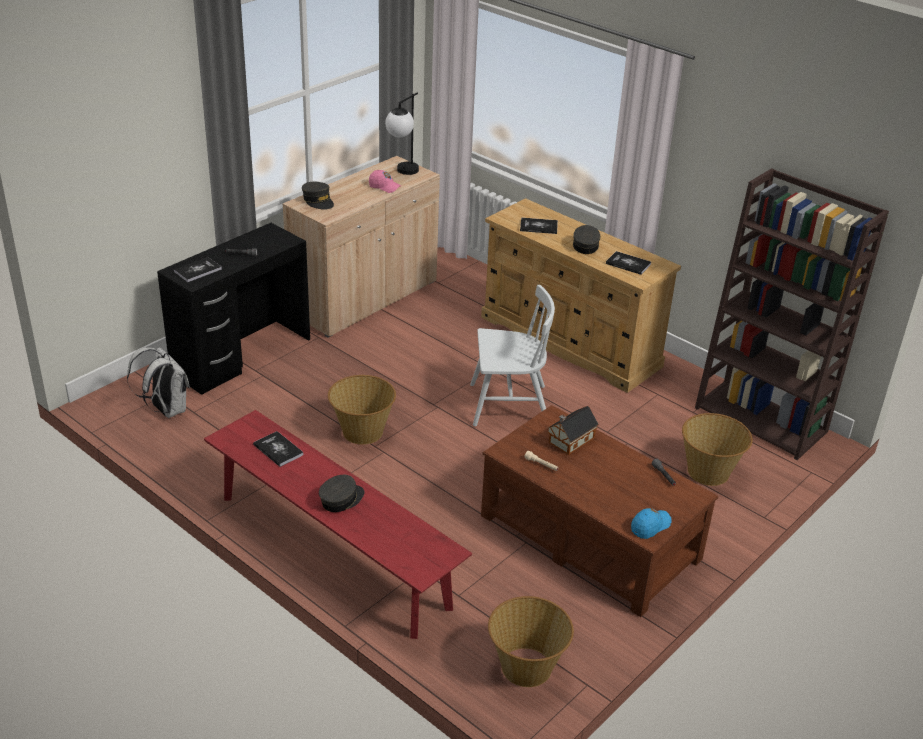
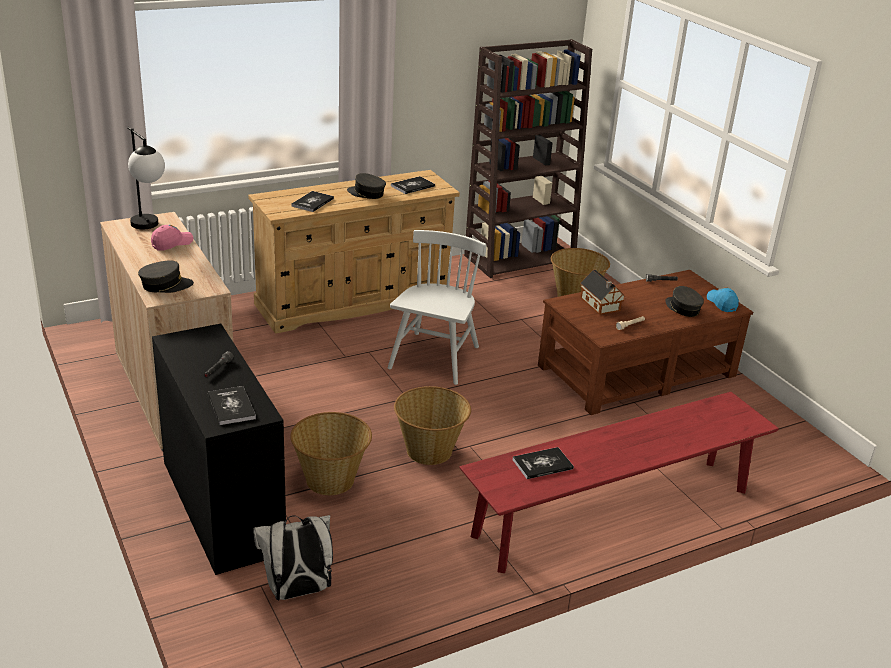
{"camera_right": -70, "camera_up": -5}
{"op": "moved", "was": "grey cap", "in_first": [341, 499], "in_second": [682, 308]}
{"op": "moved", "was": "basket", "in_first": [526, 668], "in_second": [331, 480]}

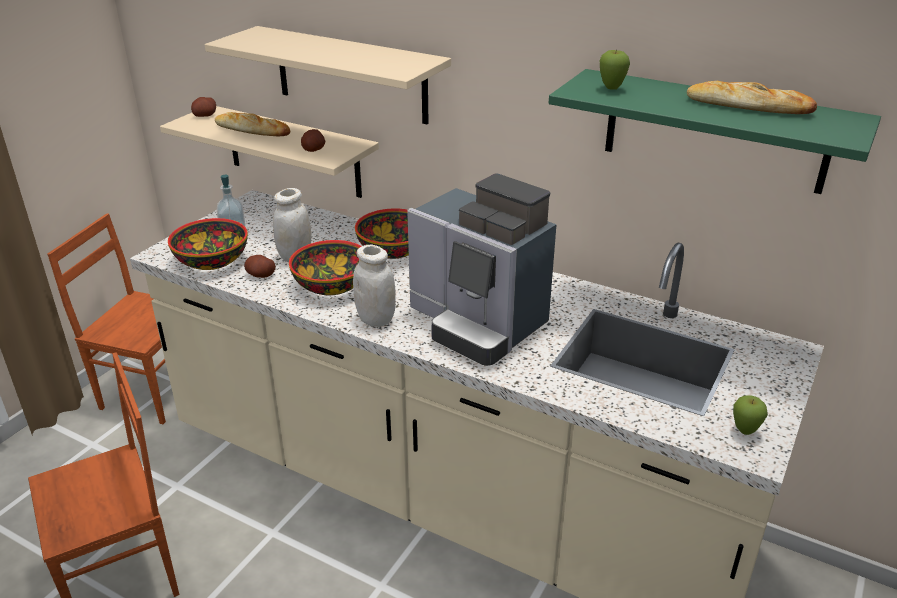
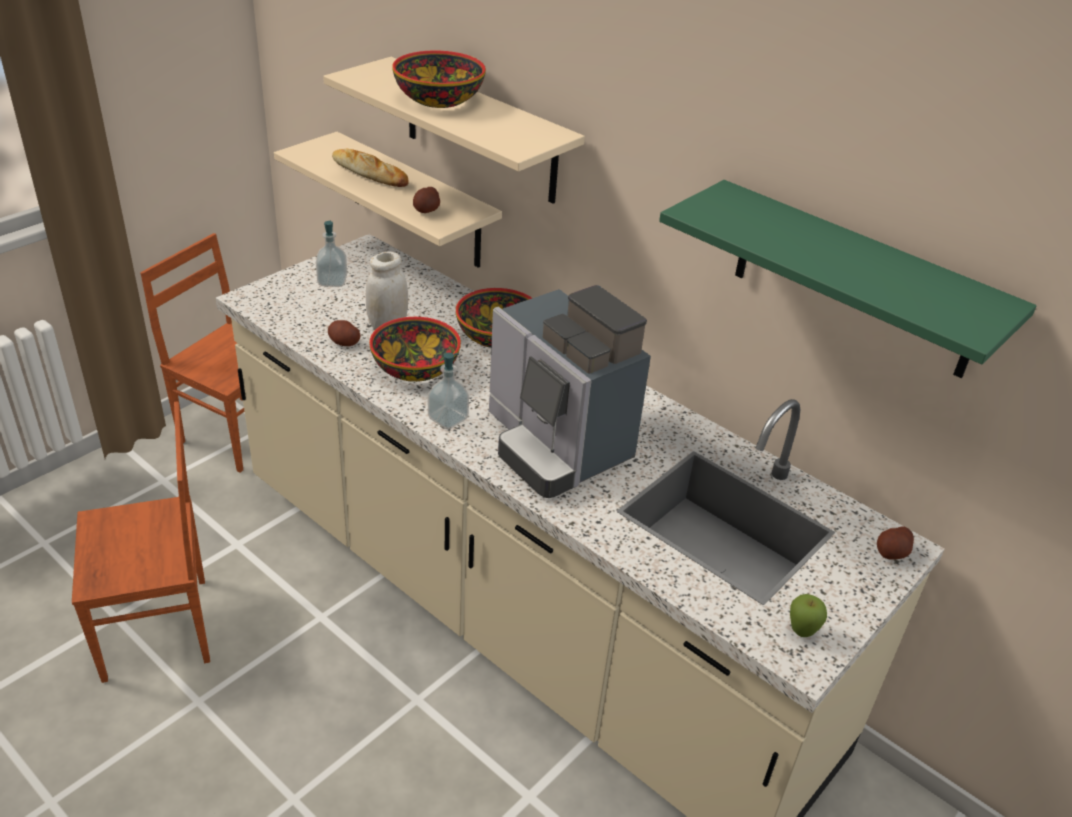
{"camera_right": 10, "camera_up": 5}
{"op": "removed", "was": "apple", "in_first": [611, 89]}
{"op": "removed", "was": "bread", "in_first": [748, 106]}
{"op": "moved", "was": "bowl", "in_first": [213, 261], "in_second": [440, 100]}
{"op": "moved", "was": "potato", "in_first": [205, 116], "in_second": [891, 553]}
{"op": "replaced", "was": "white jar", "now": "soap dispenser", "in_first": [376, 319], "in_second": [448, 419]}

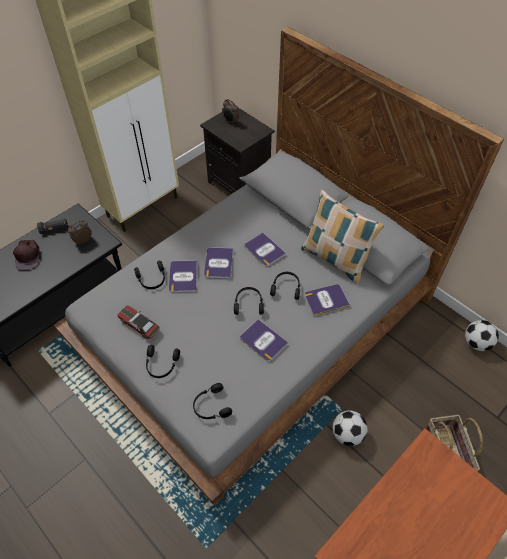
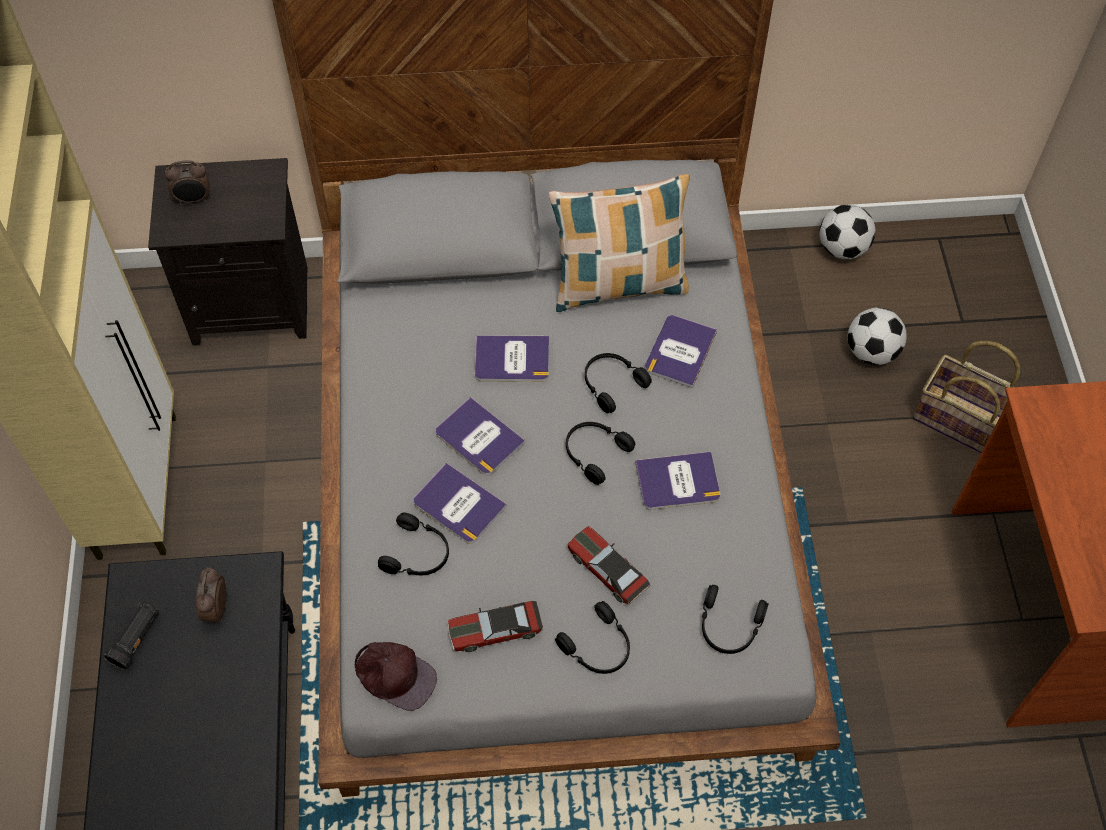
{"camera_right": -50, "camera_up": 5}
{"op": "added", "now": "toy car", "in_second": [607, 569]}
{"op": "moved", "was": "brown cap", "in_first": [28, 256], "in_second": [395, 675]}
{"op": "moved", "was": "football", "in_first": [347, 434], "in_second": [871, 352]}

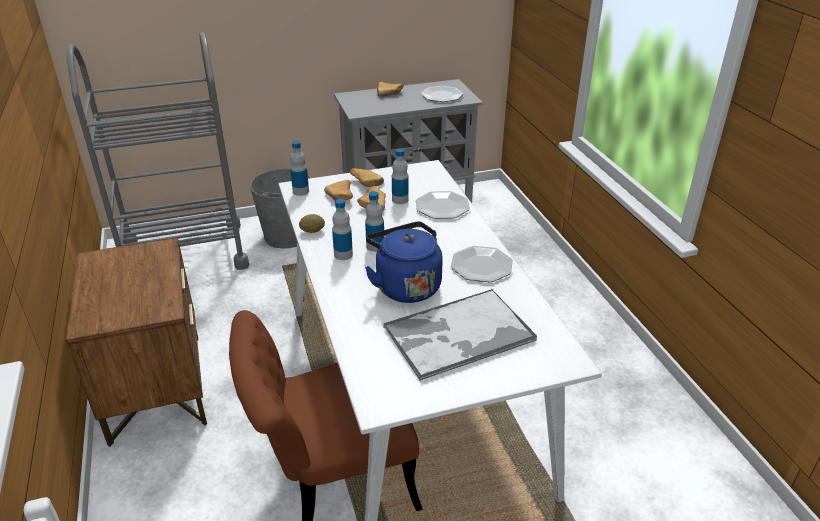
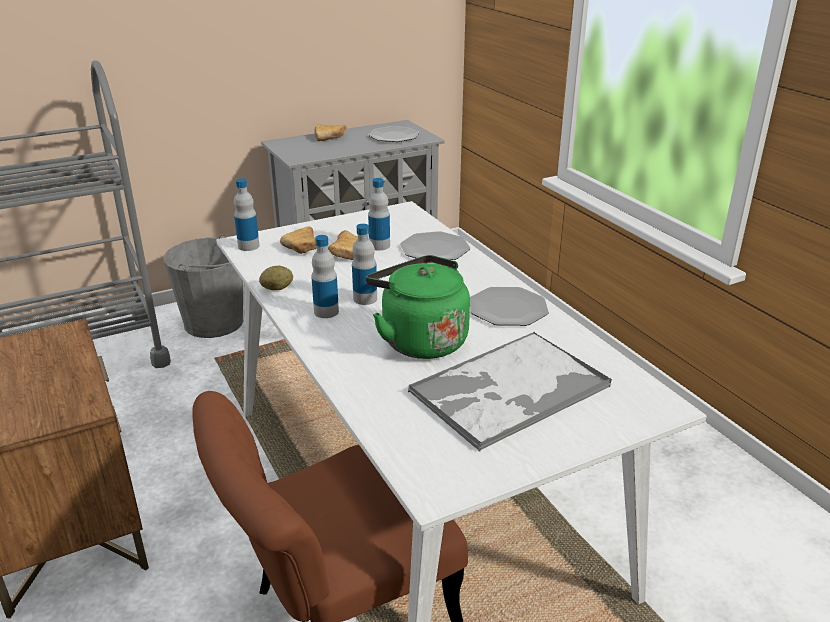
{"camera_right": -10, "camera_up": -5}
{"op": "removed", "was": "bread", "in_first": [364, 182]}
{"op": "recoloured", "was": "blue kettle", "now": "green kettle", "in_first": [405, 286], "in_second": [420, 340]}

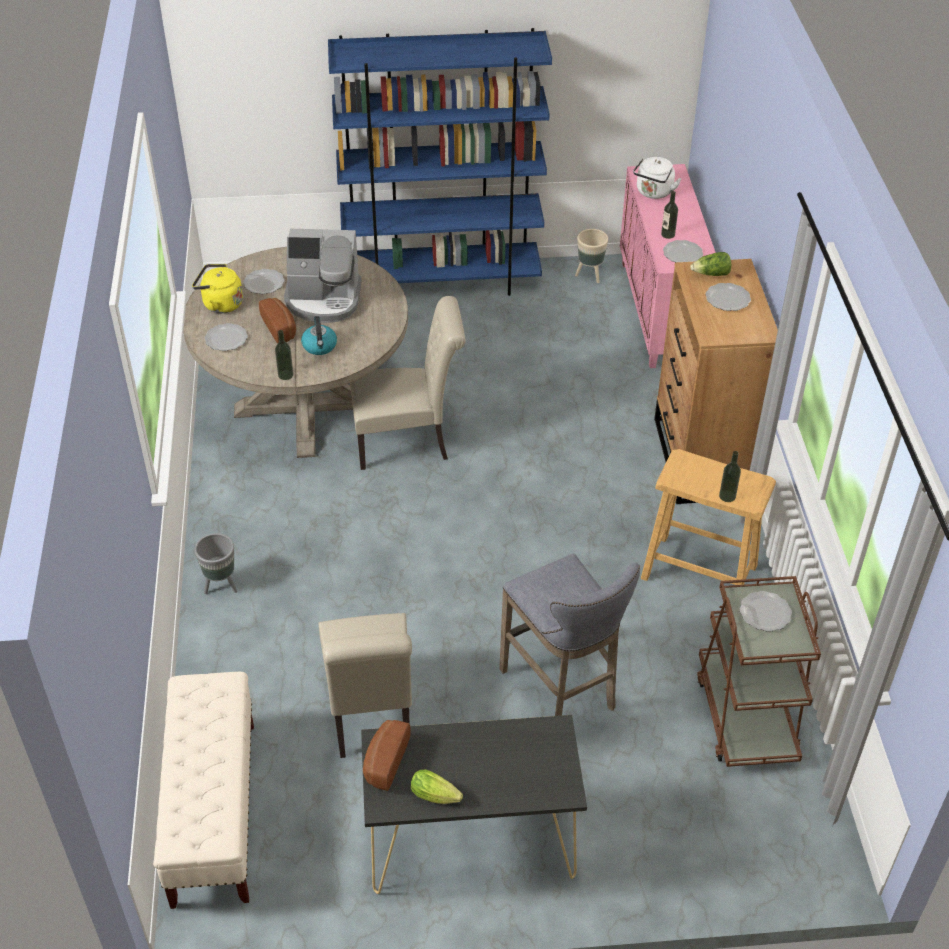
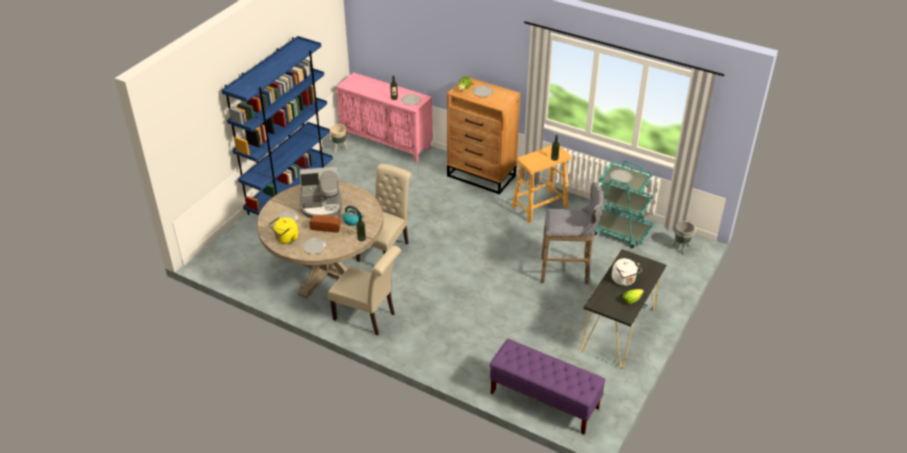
{"camera_right": -55, "camera_up": -5}
{"op": "removed", "was": "bread", "in_first": [384, 761]}
{"op": "moved", "was": "grey planter", "in_first": [221, 586], "in_second": [681, 248]}
{"op": "moved", "was": "beige chair", "in_first": [371, 717], "in_second": [368, 317]}
{"op": "moved", "was": "white kettle", "in_first": [653, 193], "in_second": [624, 280]}
{"op": "recoloured", "was": "beige bench", "now": "purple bench", "in_first": [214, 812], "in_second": [544, 401]}
{"op": "recoloured", "was": "brown cart", "now": "turquoise cart", "in_first": [746, 715], "in_second": [618, 231]}
{"op": "turned", "was": "coffee machine", "in_first": [323, 300], "in_second": [321, 206], "clockwise": 45}

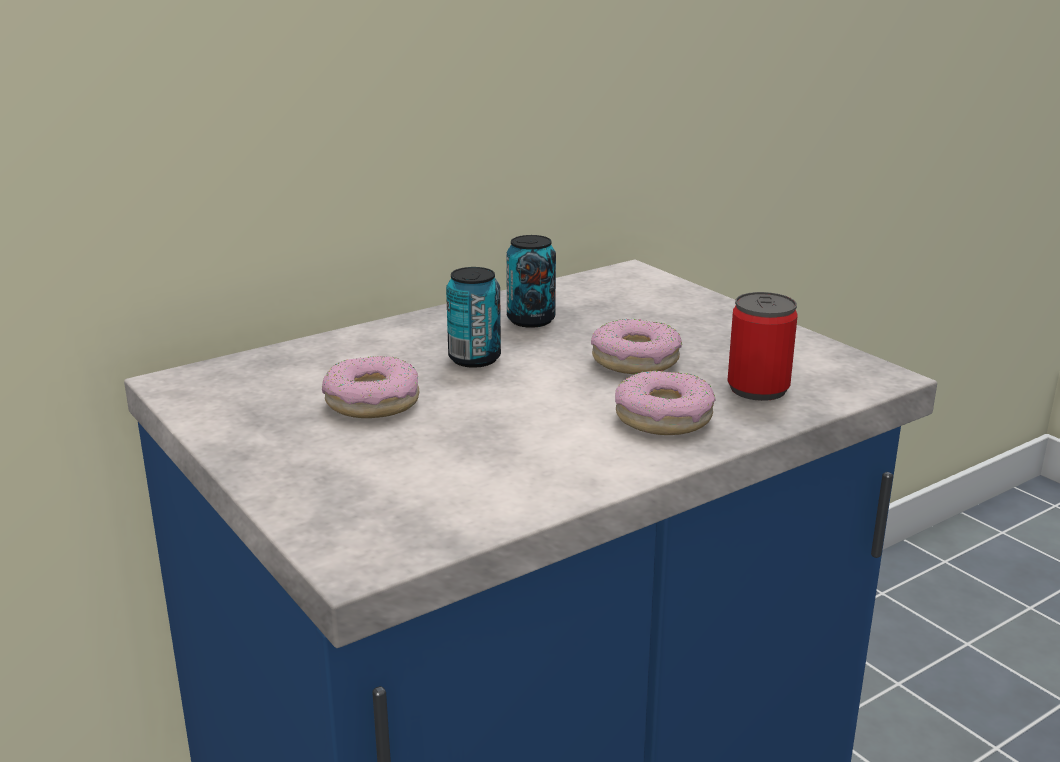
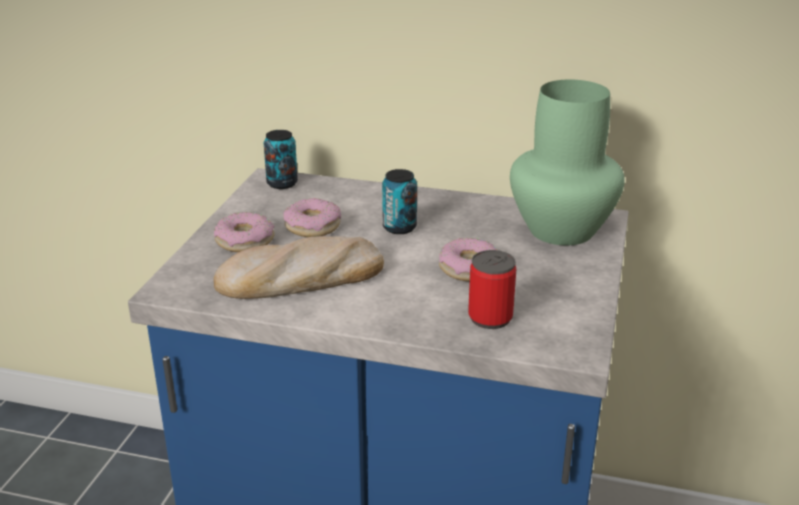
{"camera_right": 50, "camera_up": 5}
{"op": "added", "now": "bread", "in_second": [300, 278]}
{"op": "added", "now": "green vase", "in_second": [560, 229]}
{"op": "moved", "was": "can", "in_first": [531, 320], "in_second": [282, 183]}
{"op": "moved", "was": "donut", "in_first": [663, 417], "in_second": [245, 241]}

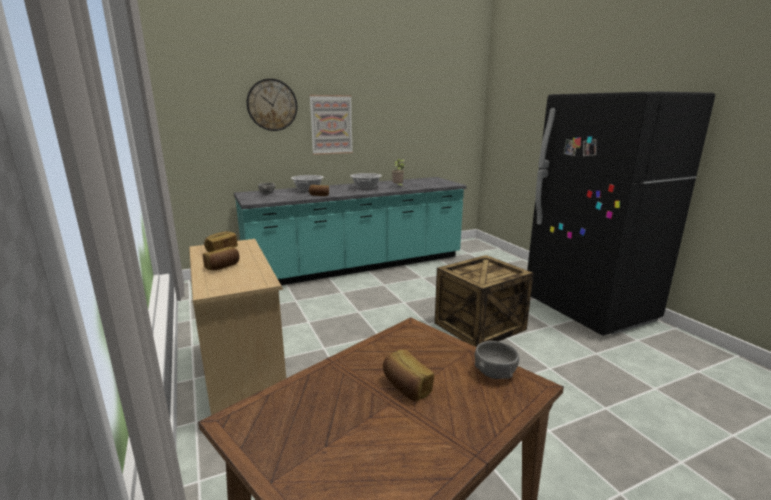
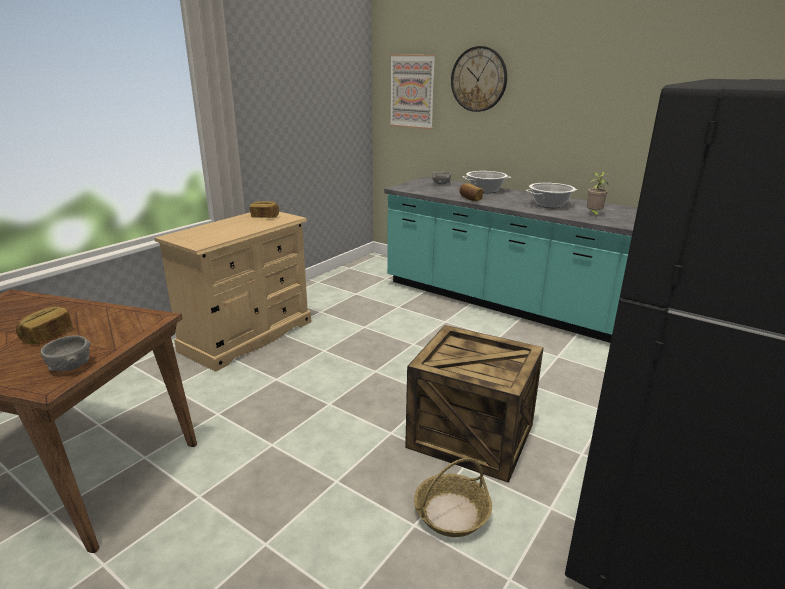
{"camera_right": 60, "camera_up": 5}
{"op": "removed", "was": "bread", "in_first": [223, 267]}
{"op": "added", "now": "basket", "in_second": [451, 513]}
{"op": "moved", "was": "picture", "in_first": [331, 125], "in_second": [412, 91]}

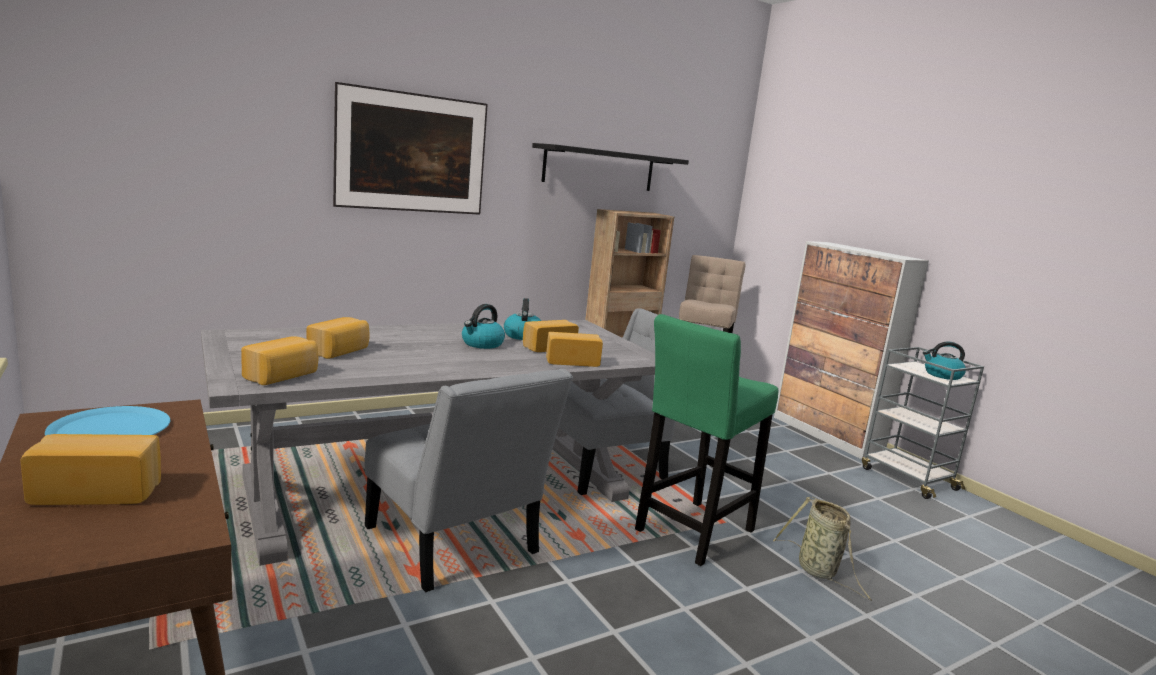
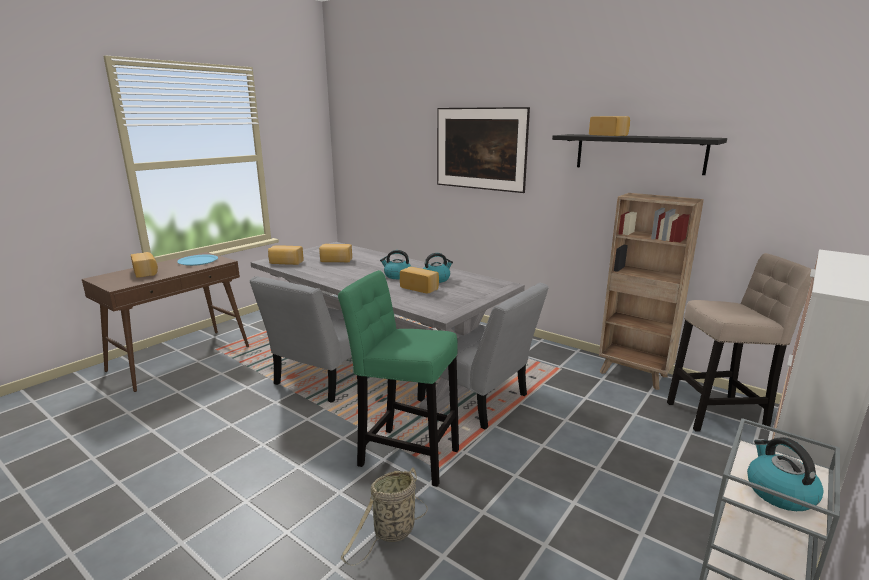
{"camera_right": 70, "camera_up": 5}
{"op": "moved", "was": "bread", "in_first": [572, 361], "in_second": [609, 135]}

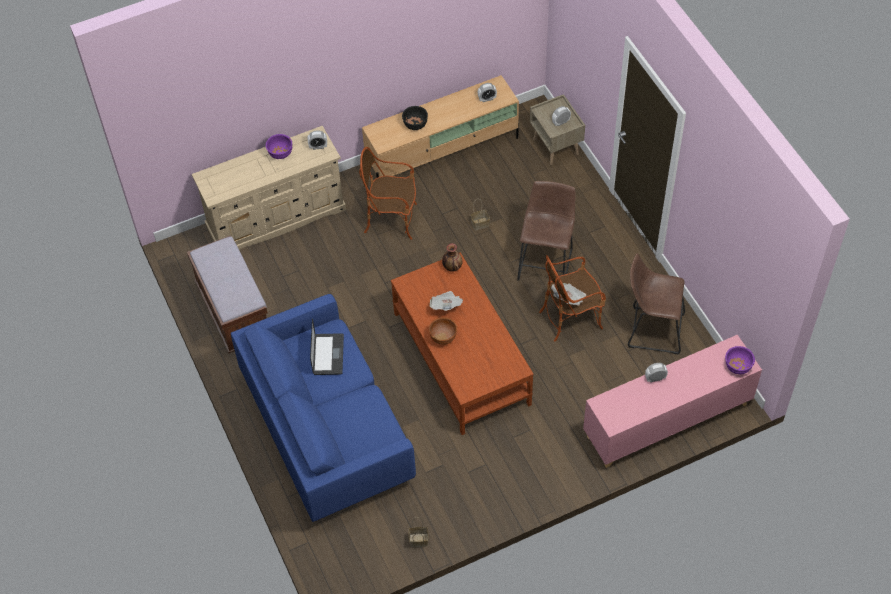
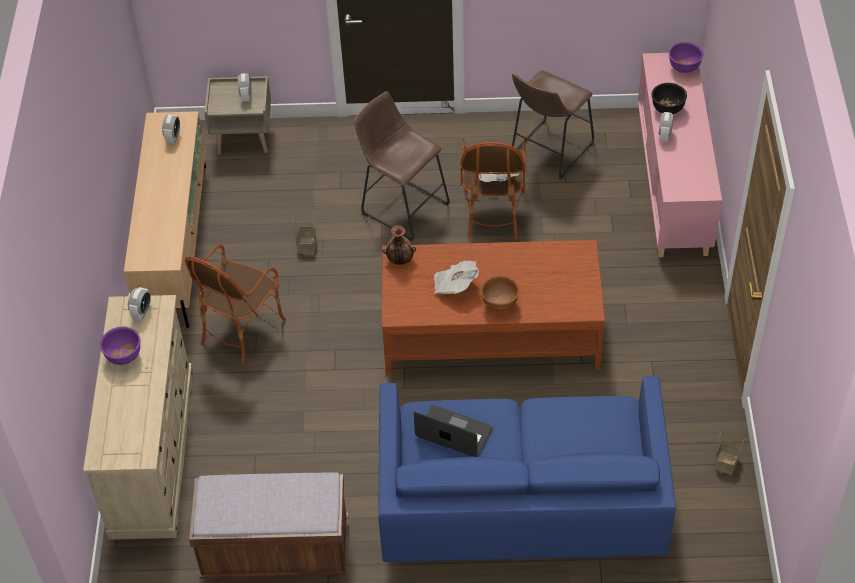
{"camera_right": -65, "camera_up": -5}
{"op": "moved", "was": "black bowl", "in_first": [415, 125], "in_second": [667, 109]}

